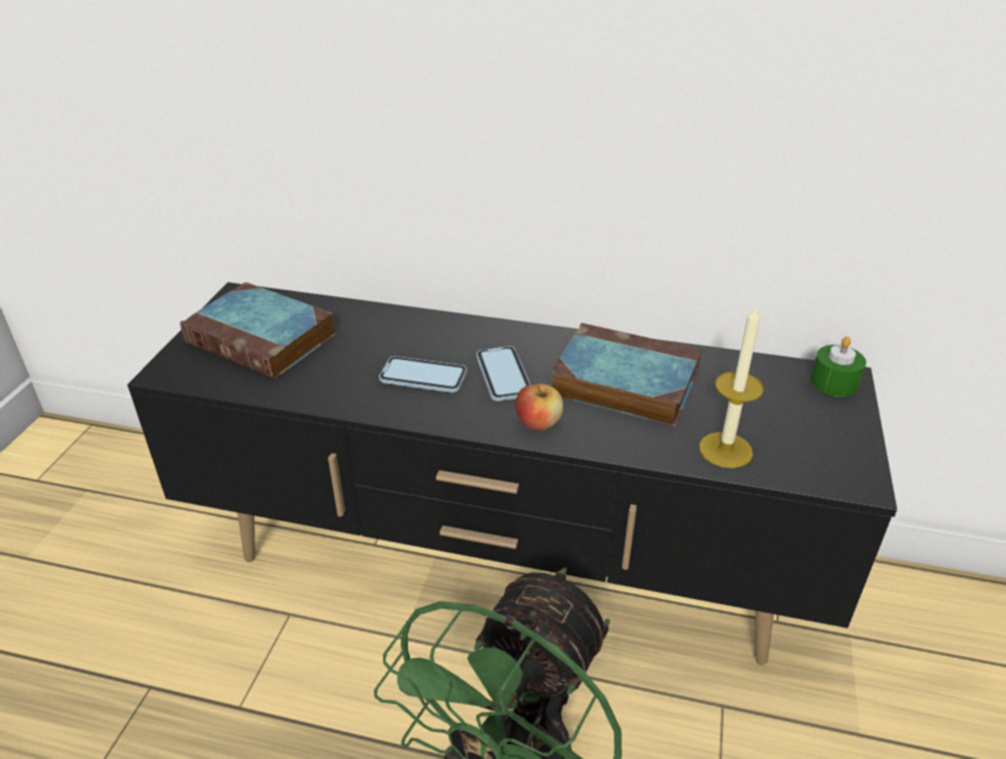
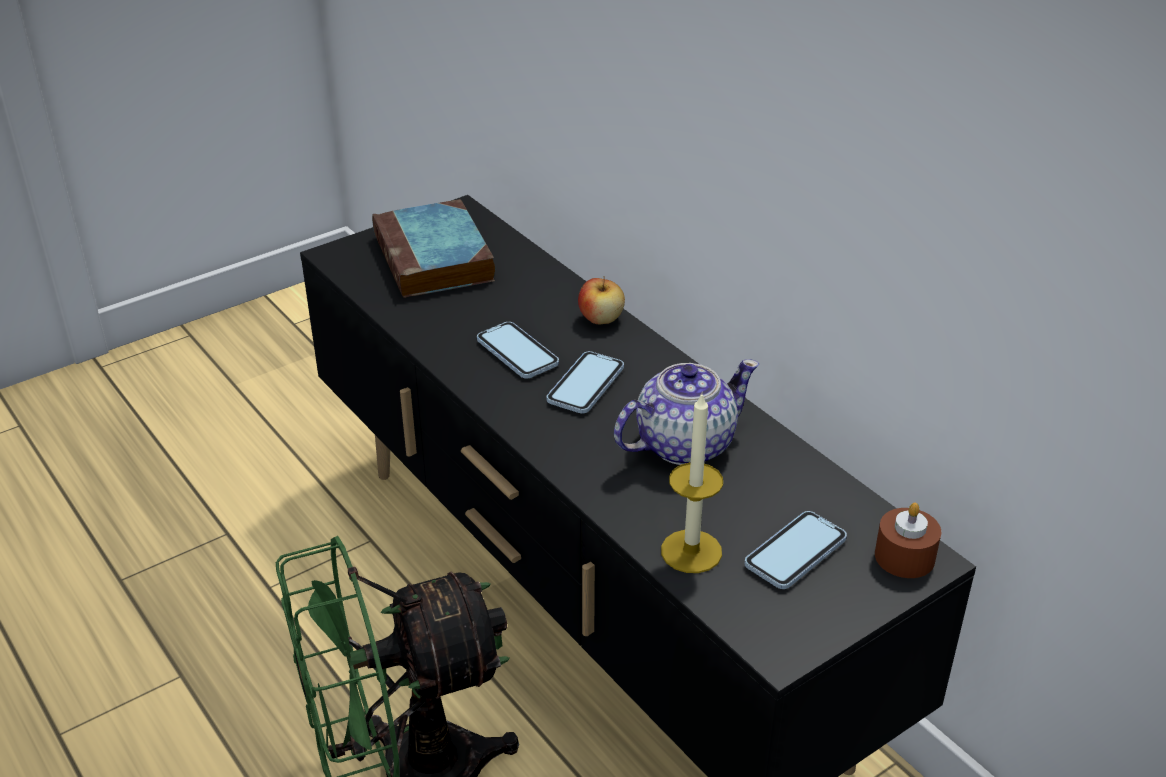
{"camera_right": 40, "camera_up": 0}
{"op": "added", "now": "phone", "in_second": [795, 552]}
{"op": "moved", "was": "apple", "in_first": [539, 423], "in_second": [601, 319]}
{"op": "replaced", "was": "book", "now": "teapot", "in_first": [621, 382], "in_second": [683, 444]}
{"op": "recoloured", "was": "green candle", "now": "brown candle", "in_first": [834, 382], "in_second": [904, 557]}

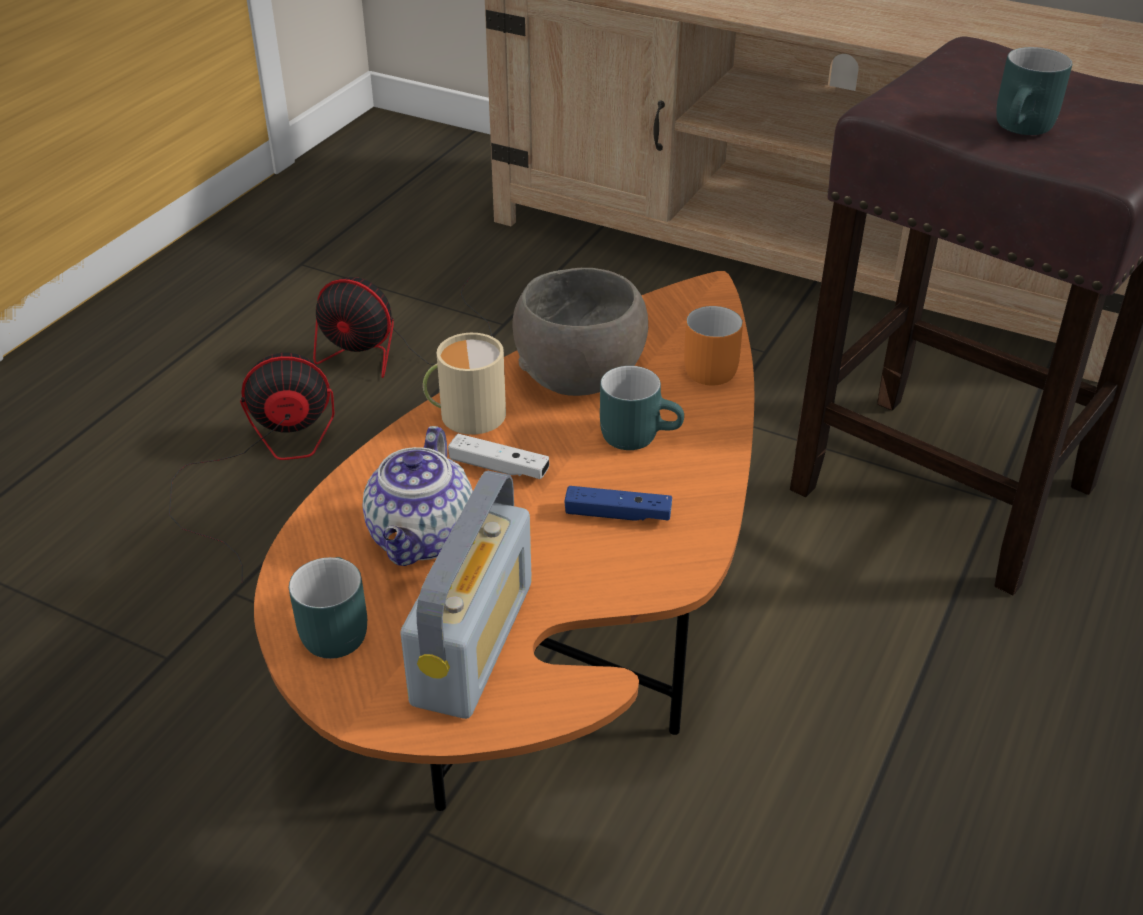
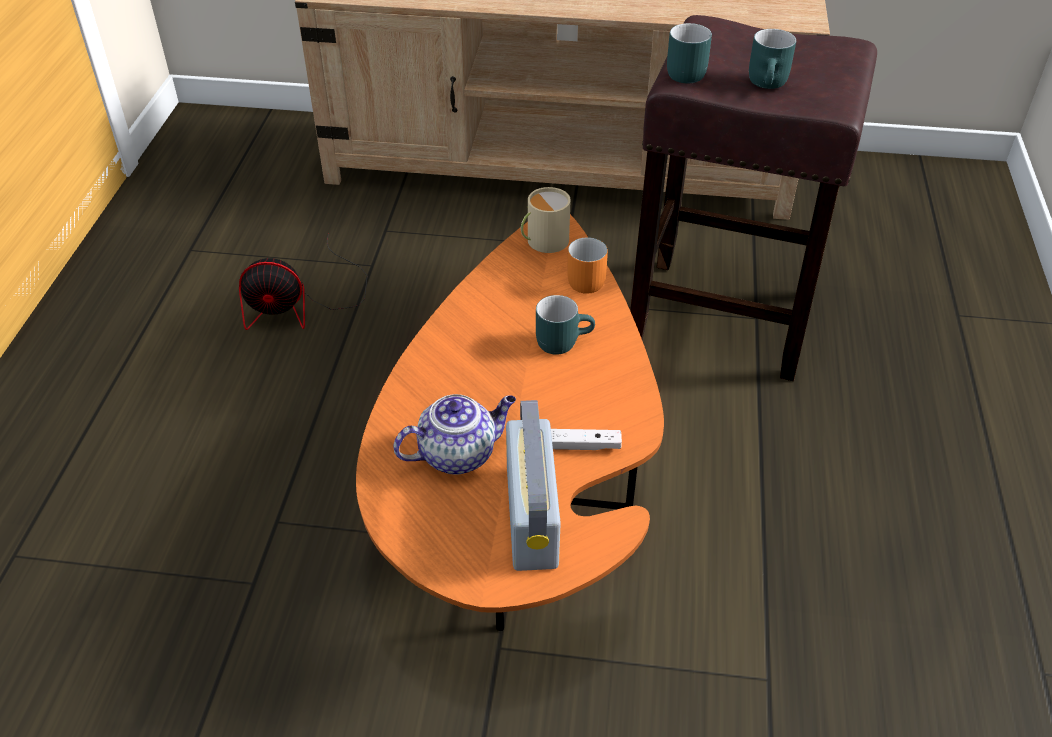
{"camera_right": -20, "camera_up": 5}
{"op": "removed", "was": "fan", "in_first": [263, 464]}
{"op": "removed", "was": "grey bowl", "in_first": [579, 372]}
{"op": "removed", "was": "blue game controller", "in_first": [618, 514]}
{"op": "moved", "was": "turquoise mug", "in_first": [331, 628], "in_second": [680, 72]}
{"op": "moved", "was": "beige mug", "in_first": [465, 414], "in_second": [543, 241]}
{"op": "moved", "was": "white game controller", "in_first": [499, 467], "in_second": [582, 446]}
{"op": "turned", "was": "teapot", "in_first": [422, 539], "in_second": [458, 453], "clockwise": -105}

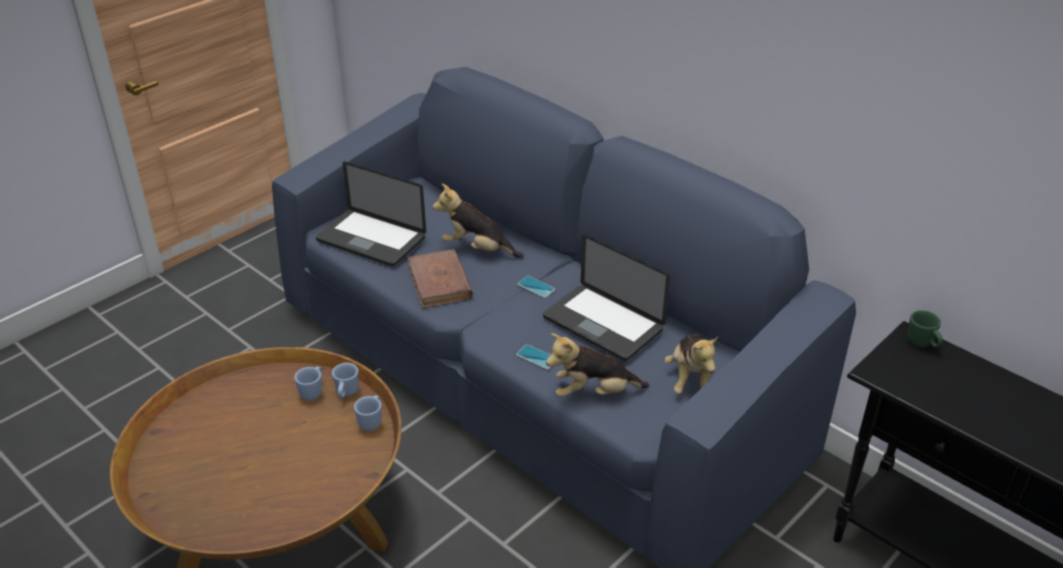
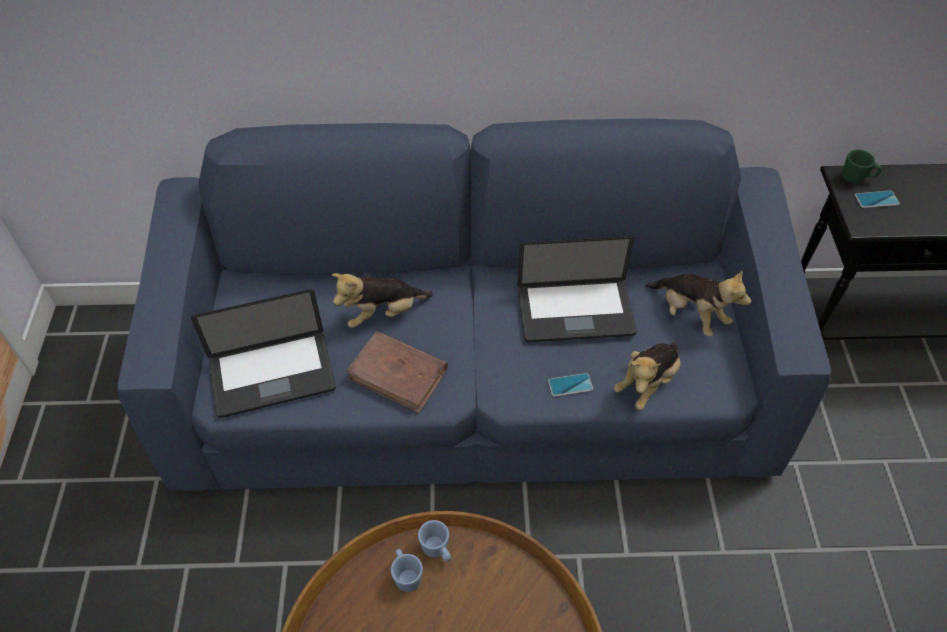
{"camera_right": -45, "camera_up": 15}
{"op": "removed", "was": "blue mug", "in_first": [372, 421]}
{"op": "moved", "was": "phone", "in_first": [536, 287], "in_second": [876, 200]}

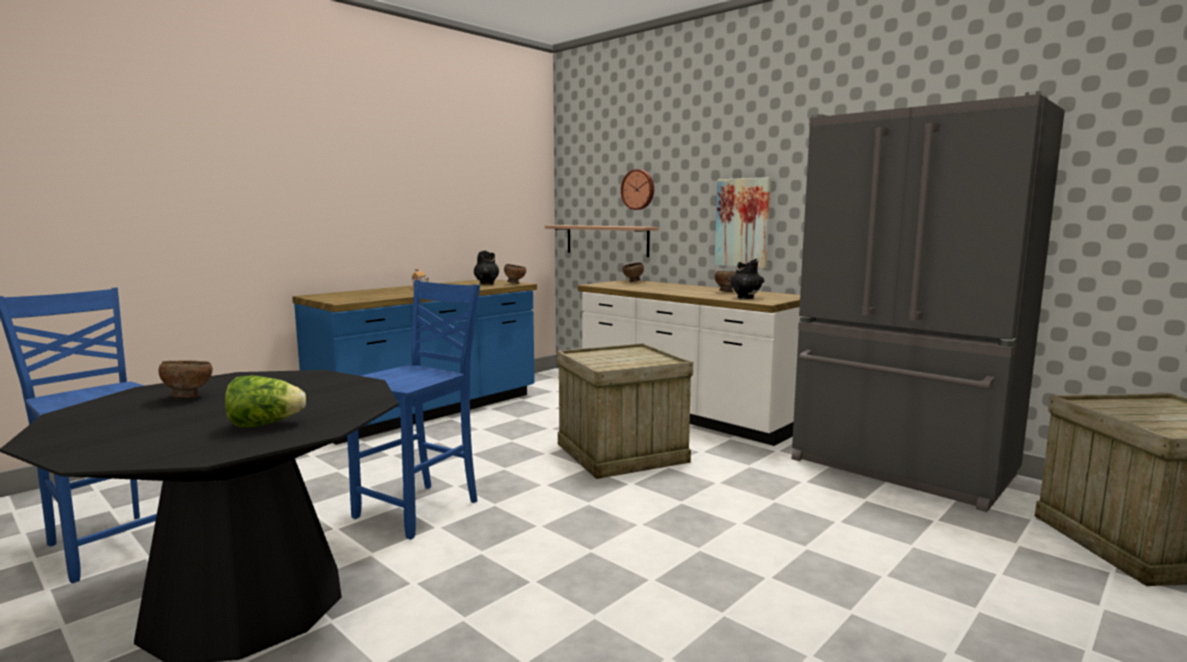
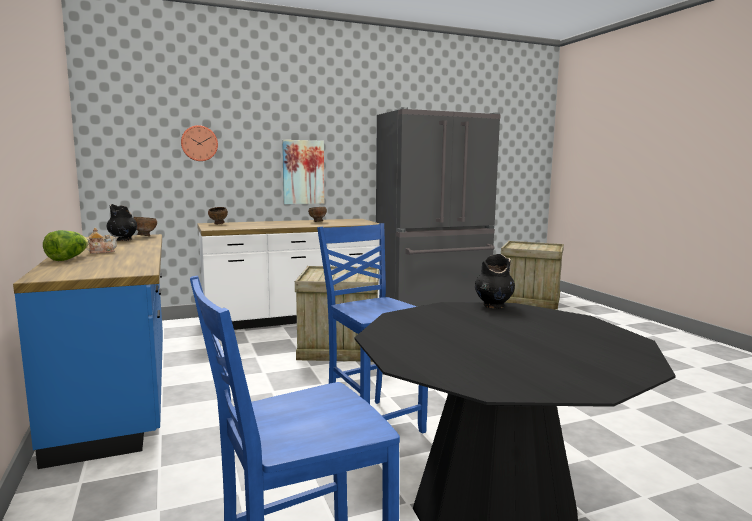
{"camera_right": -65, "camera_up": 0}
{"op": "removed", "was": "brown bowl", "in_first": [188, 397]}
{"op": "removed", "was": "shelf", "in_first": [606, 240]}
{"op": "moved", "was": "lettuce", "in_first": [265, 424], "in_second": [68, 259]}
{"op": "moved", "was": "black vase", "in_first": [745, 298], "in_second": [493, 306]}

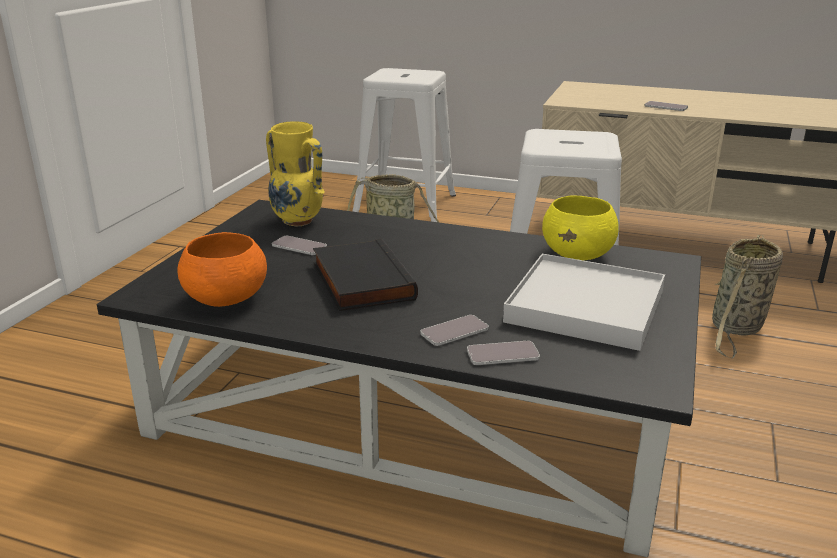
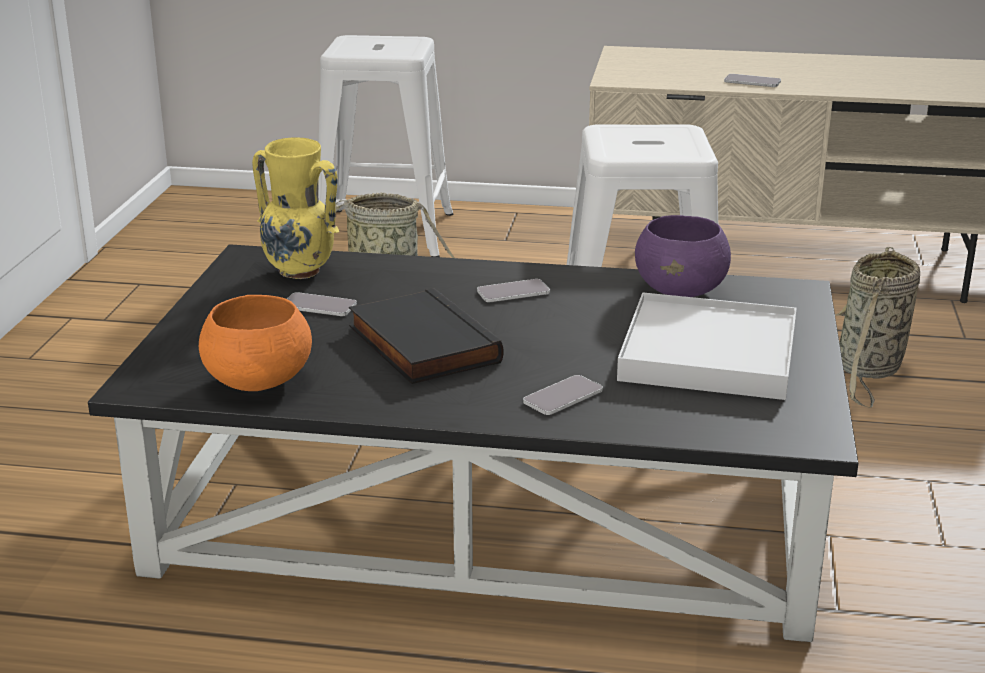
{"camera_right": -10, "camera_up": 0}
{"op": "moved", "was": "phone", "in_first": [503, 354], "in_second": [513, 292]}
{"op": "recoloured", "was": "yellow bowl", "now": "purple bowl", "in_first": [578, 255], "in_second": [681, 291]}

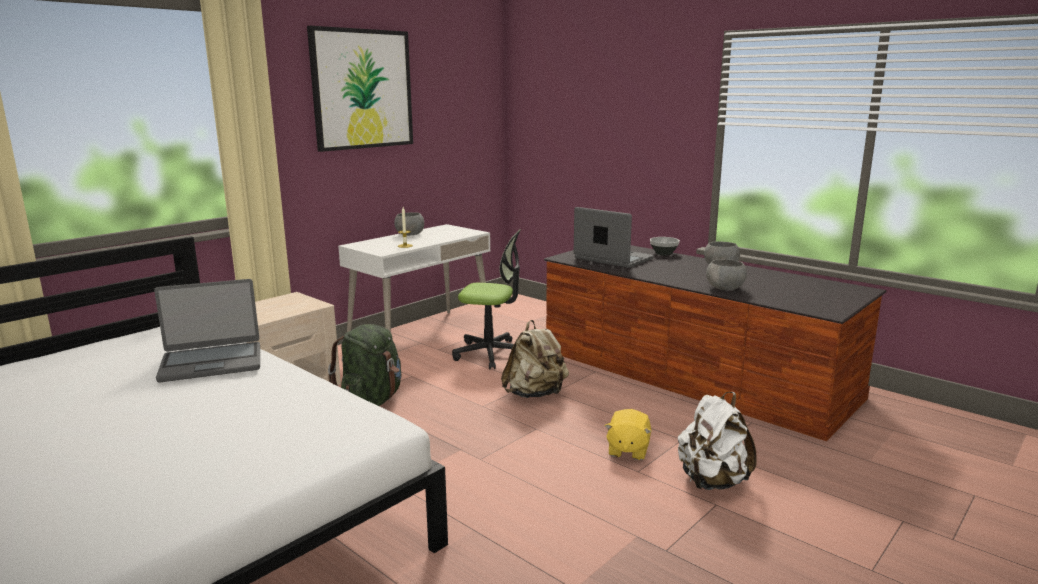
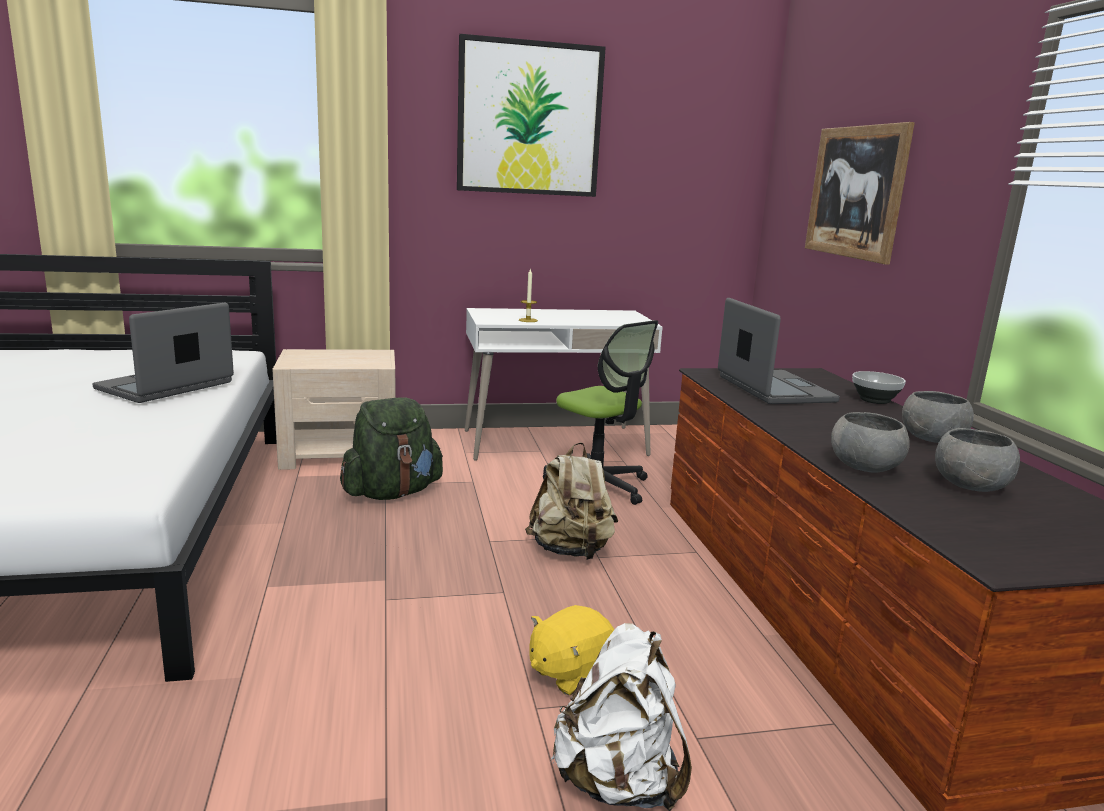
{"camera_right": 35, "camera_up": 0}
{"op": "added", "now": "picture", "in_second": [855, 192]}
{"op": "moved", "was": "grey bowl", "in_first": [410, 234], "in_second": [971, 486]}
{"op": "turned", "was": "laptop", "in_first": [211, 362], "in_second": [166, 386], "clockwise": 105}

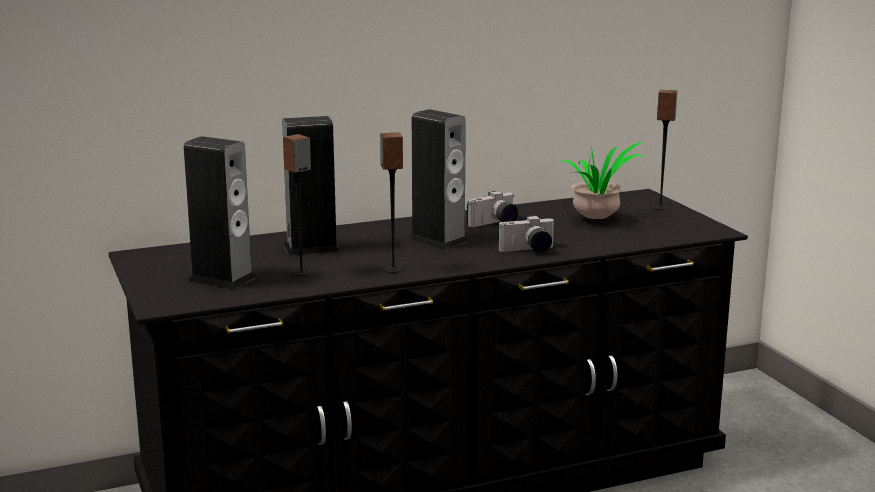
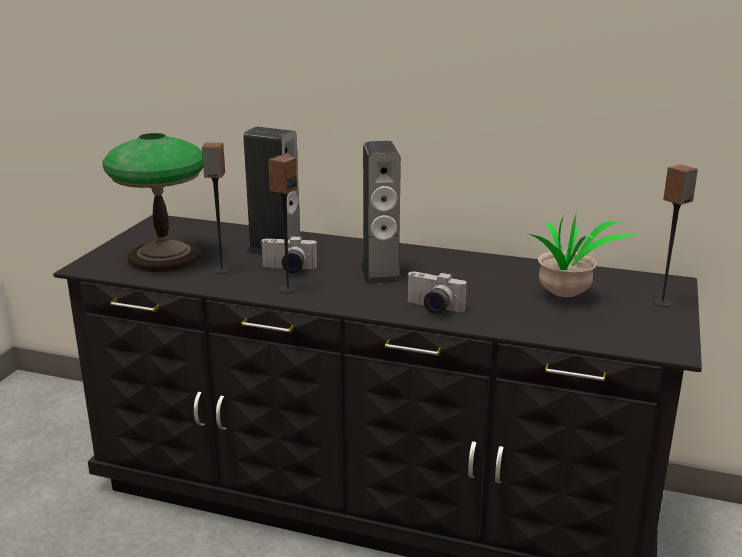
{"camera_right": 40, "camera_up": 5}
{"op": "moved", "was": "photo camera", "in_first": [495, 223], "in_second": [288, 269]}
{"op": "replaced", "was": "speaker", "now": "table lamp", "in_first": [222, 279], "in_second": [165, 257]}

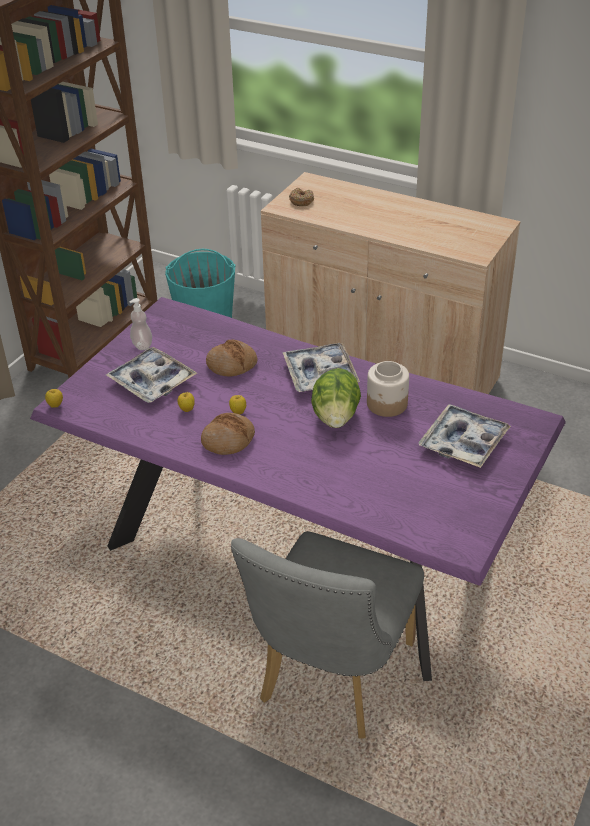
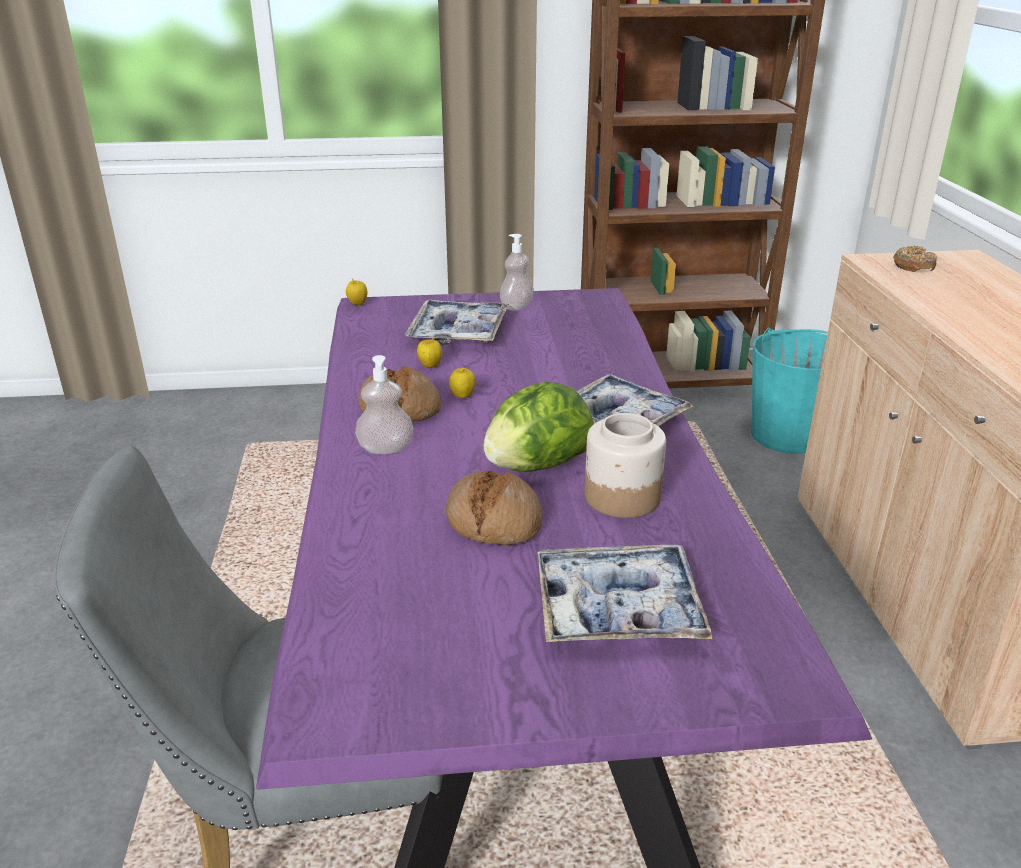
{"camera_right": 55, "camera_up": -10}
{"op": "added", "now": "soap dispenser", "in_second": [385, 448]}
{"op": "moved", "was": "bread", "in_first": [232, 364], "in_second": [494, 521]}

